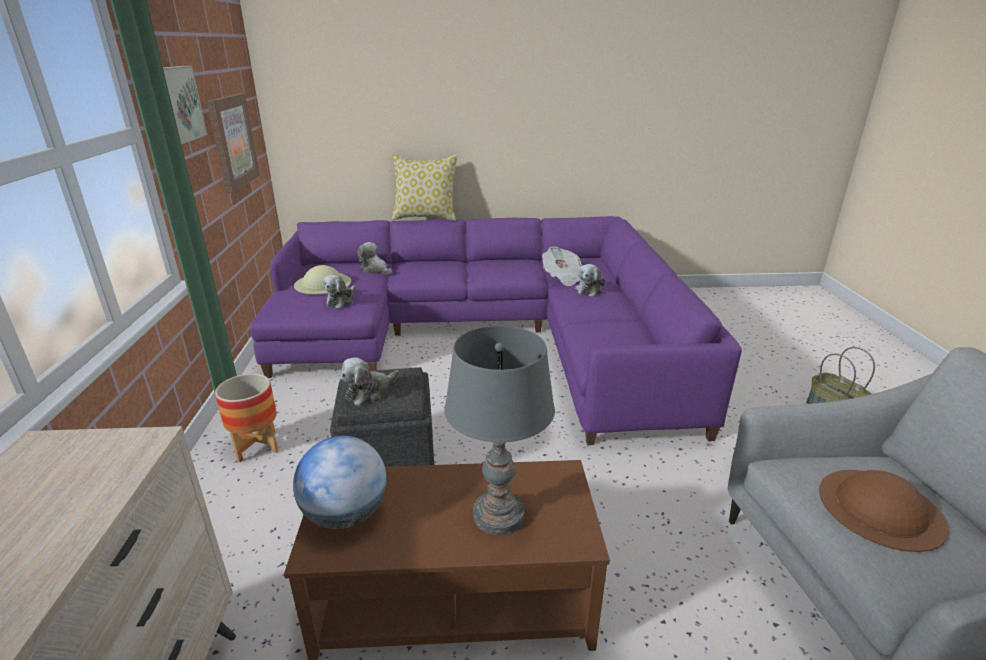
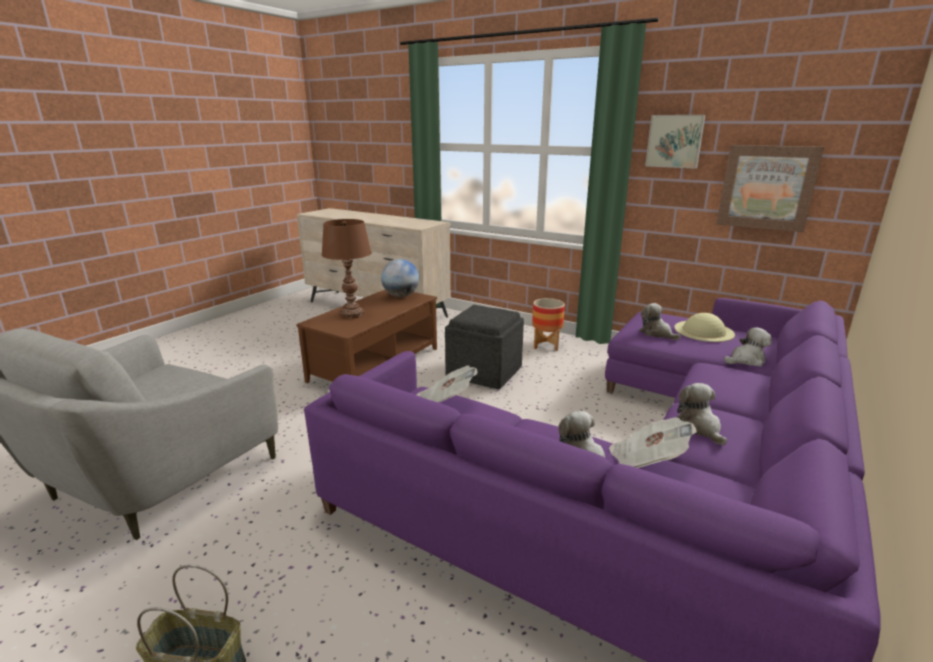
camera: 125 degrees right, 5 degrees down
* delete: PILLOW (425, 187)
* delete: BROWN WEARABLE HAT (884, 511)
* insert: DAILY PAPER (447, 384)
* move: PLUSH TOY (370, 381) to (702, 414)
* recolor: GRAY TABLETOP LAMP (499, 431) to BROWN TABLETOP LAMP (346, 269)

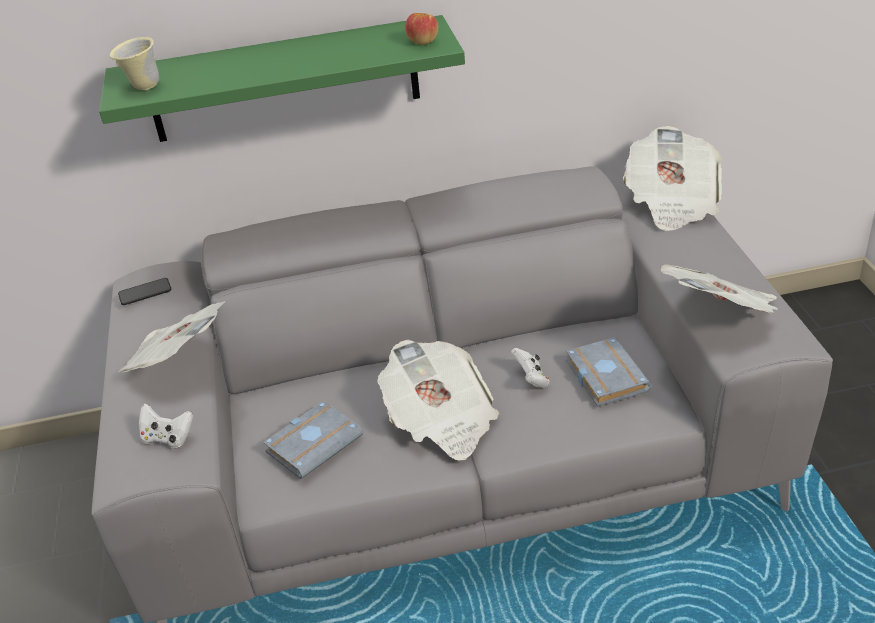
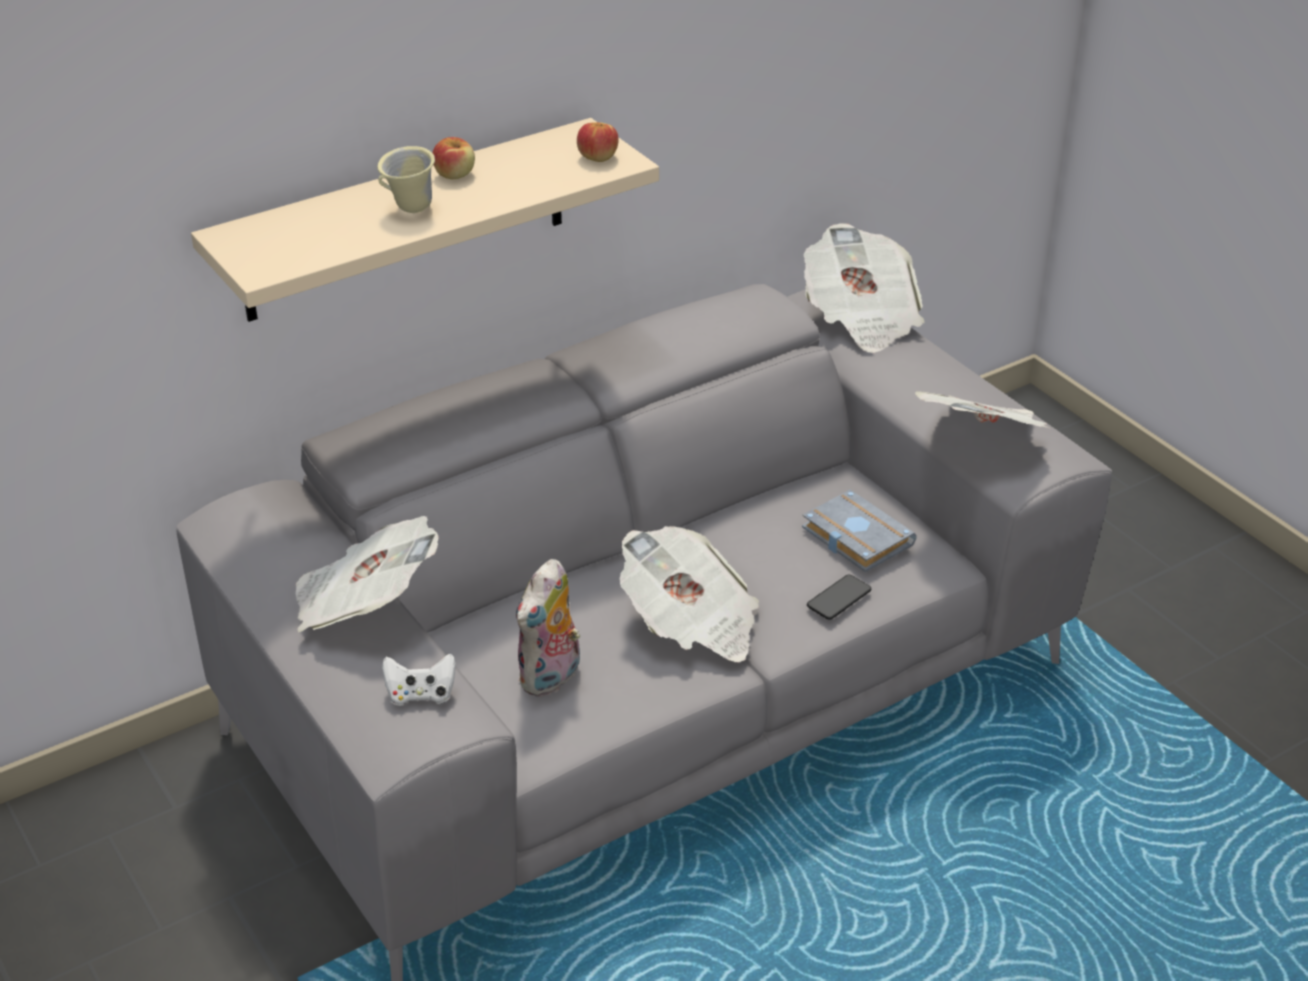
camera: 25 degrees left, 0 degrees up
* delete: WHITE GAME CONTROLLER (530, 368)
* insert: APPLE FRUIT (453, 158)
* move: SAND-COLOURED MUG (134, 63) to (406, 179)
* move: TELEPHONE (144, 291) to (839, 597)
* replace: GRAY VOLUME (313, 440) to PLUSH TOY (548, 628)
* recolor: GREEN-COLOURED WALL SHELF (282, 78) to SAND-COLOURED WALL SHELF (425, 220)

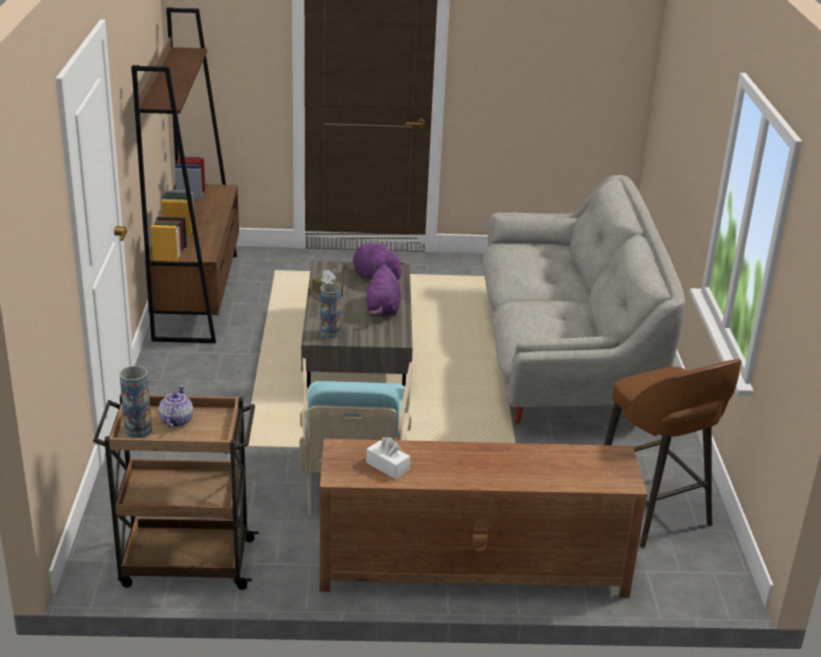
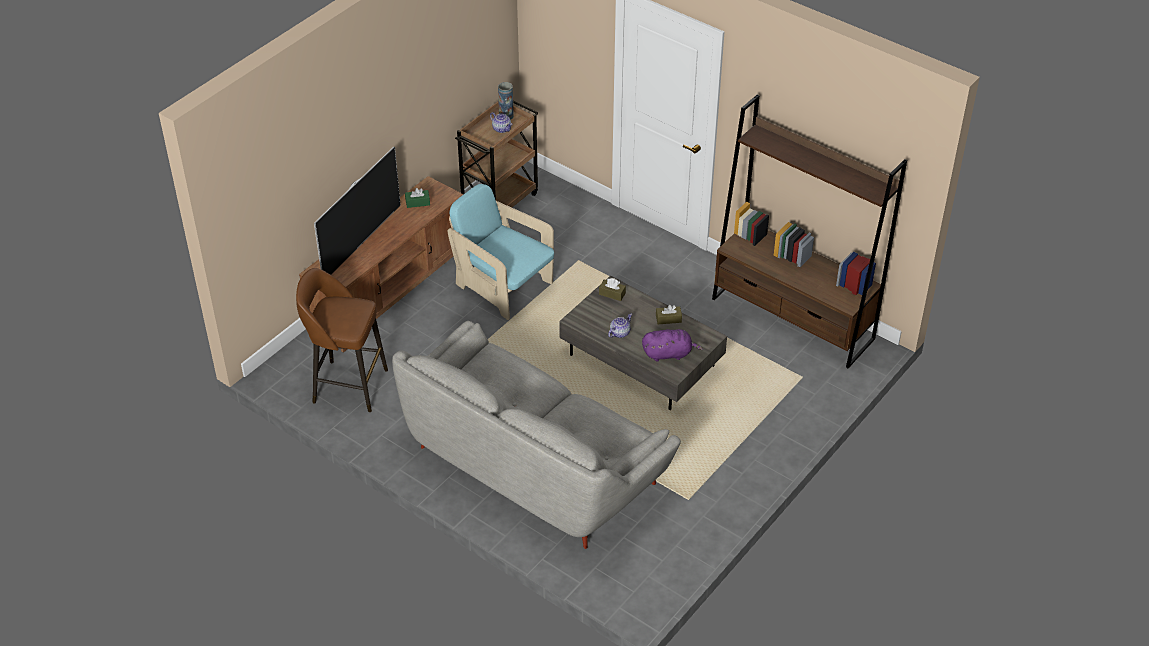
camera: 130 degrees right, 15 degrees up
* insert: TELEVISION (357, 211)
* replace: DECORATIVE VASE (330, 310) to BROWN TISSUE HOLDER (612, 289)
* replace: PURPLISH PLUSH TOY (383, 291) to POT FOR TEA (620, 326)
* recolor: WHITE TISSUE HOLDER (388, 458) to GREEN-COLOURED TISSUE HOLDER (417, 198)

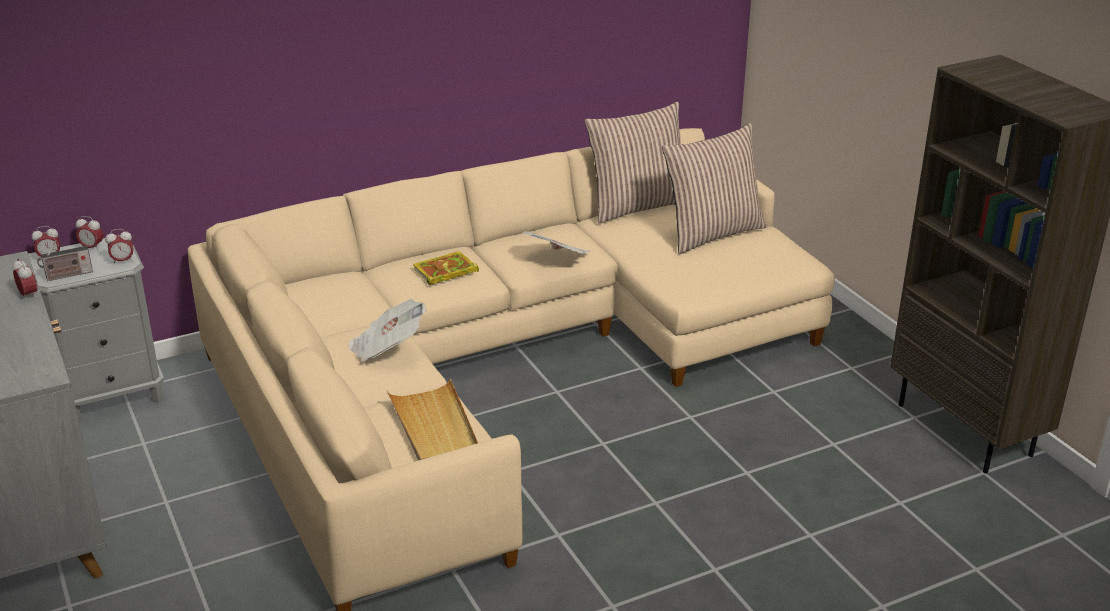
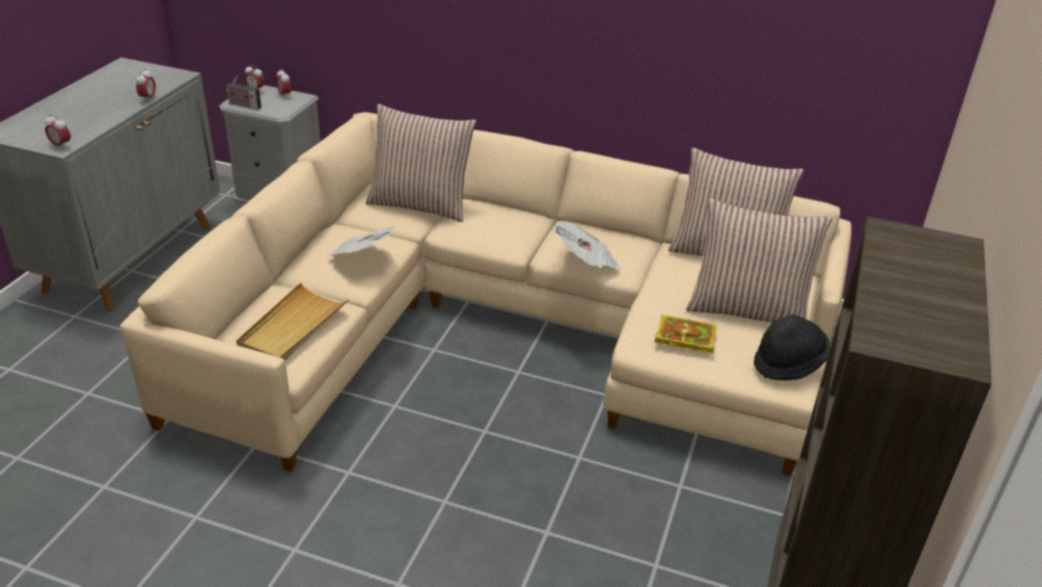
camera: 45 degrees right, 5 degrees up
* insert: PILLOW (421, 163)
* insert: BLACK WEARABLE HAT (792, 348)
* move: BEDSIDE CLOCK (119, 246) to (58, 131)
* move: VOLUME (446, 268) to (686, 334)

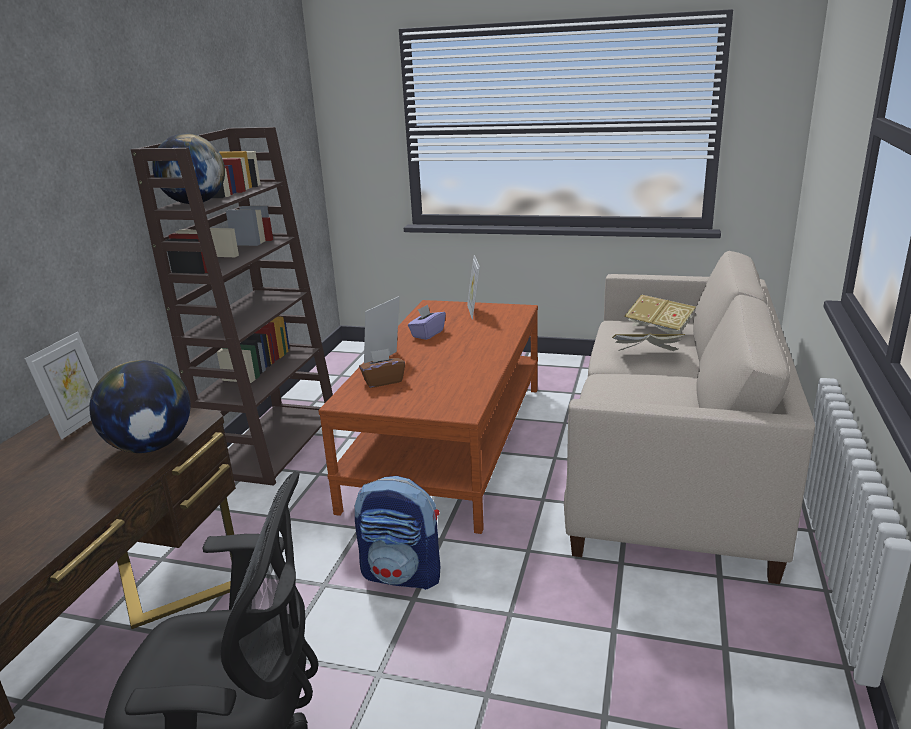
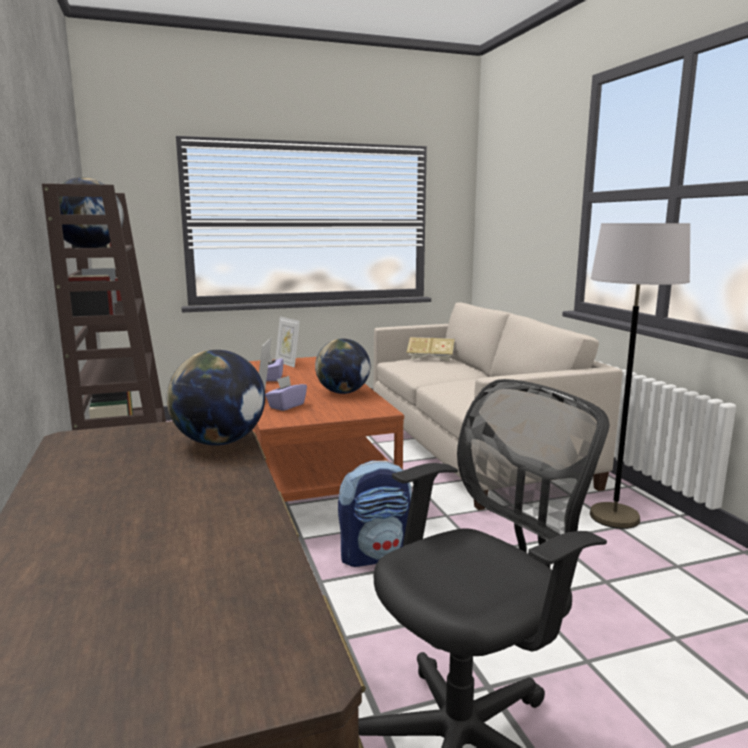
camera: 35 degrees left, 10 degrees down
* delete: PICTURE FRAME (62, 386)
* delete: VOLUME (648, 342)
* insert: DESK GLOBE (342, 366)
* insert: GRAY STANDARD LAMP (640, 376)
* recolor: BROWN TISSUE HOLDER (382, 368) to PURPLISH TISSUE HOLDER (286, 393)

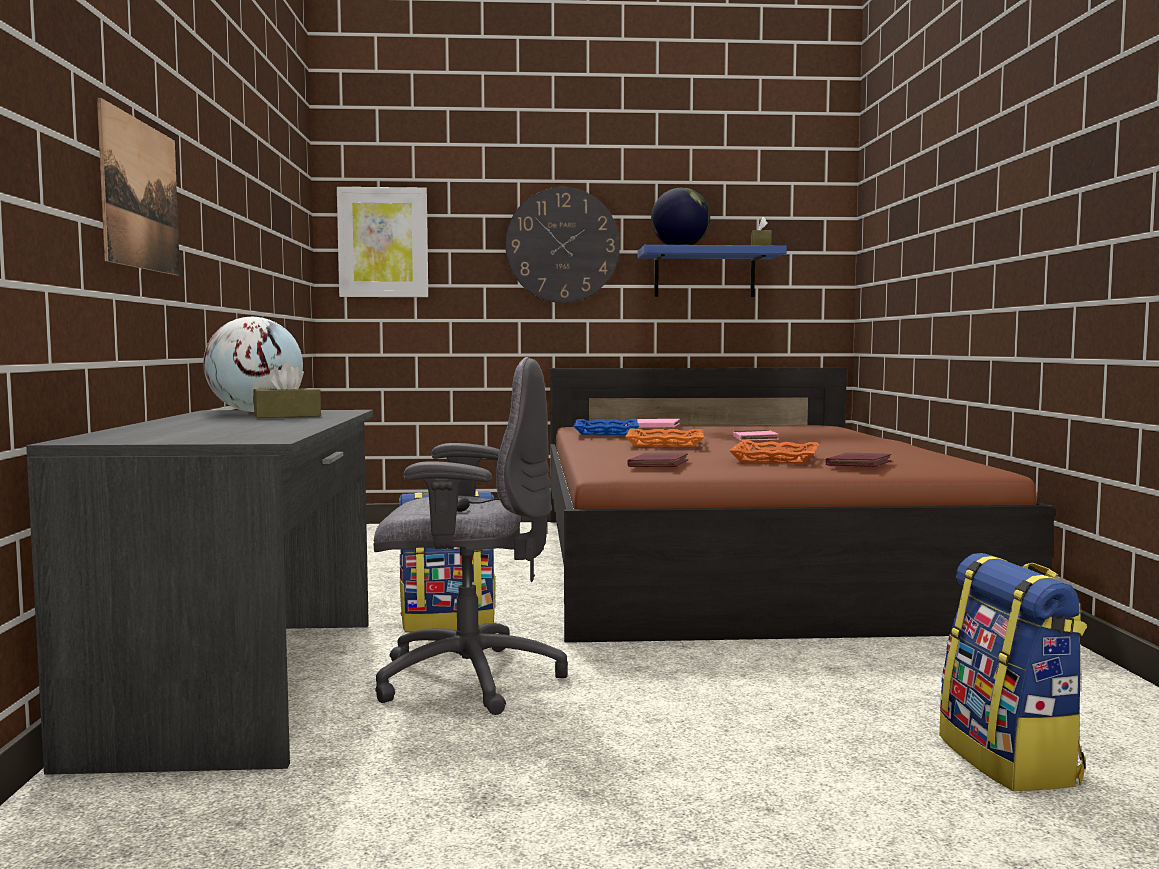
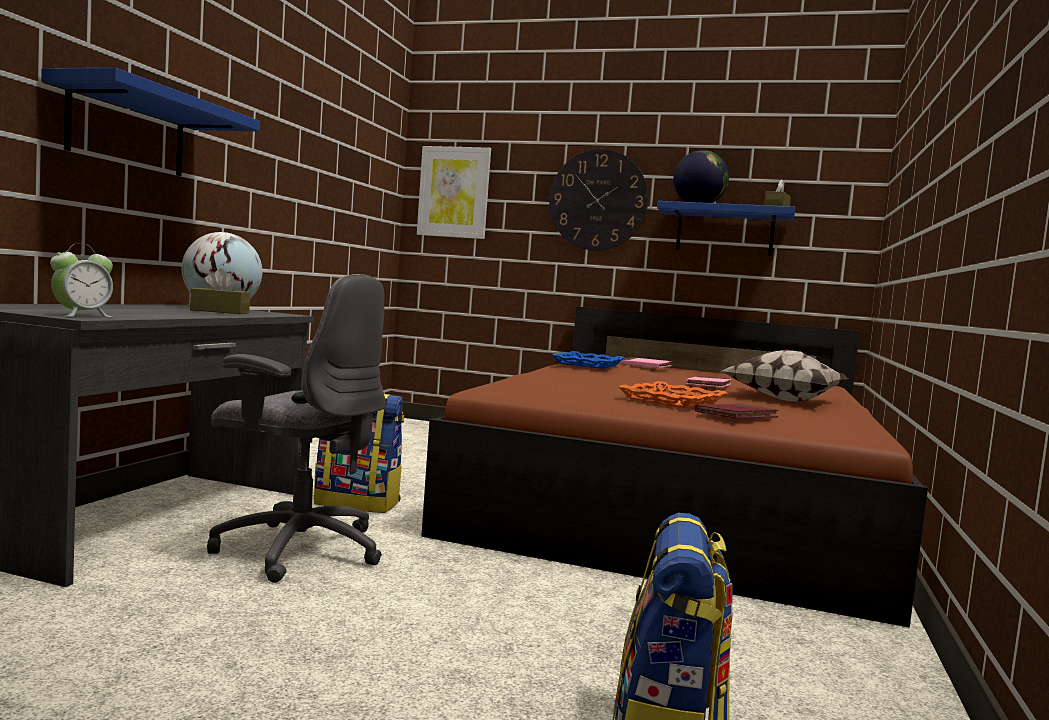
camera: 20 degrees right, 0 degrees up
* delete: ORANGE SERVING TRAY (664, 438)
* delete: RED-COLOURED VOLUME (657, 460)
* insert: BEDSIDE CLOCK (81, 280)
* insert: PILLOW (784, 376)
* replace: WALL ART (138, 187) to BLUE-COLOURED WALL SHELF (150, 122)

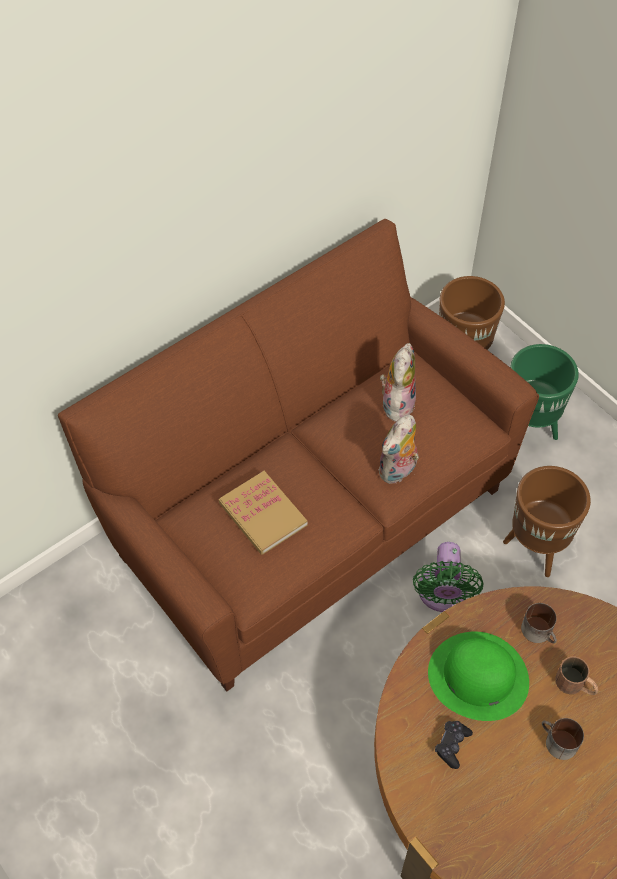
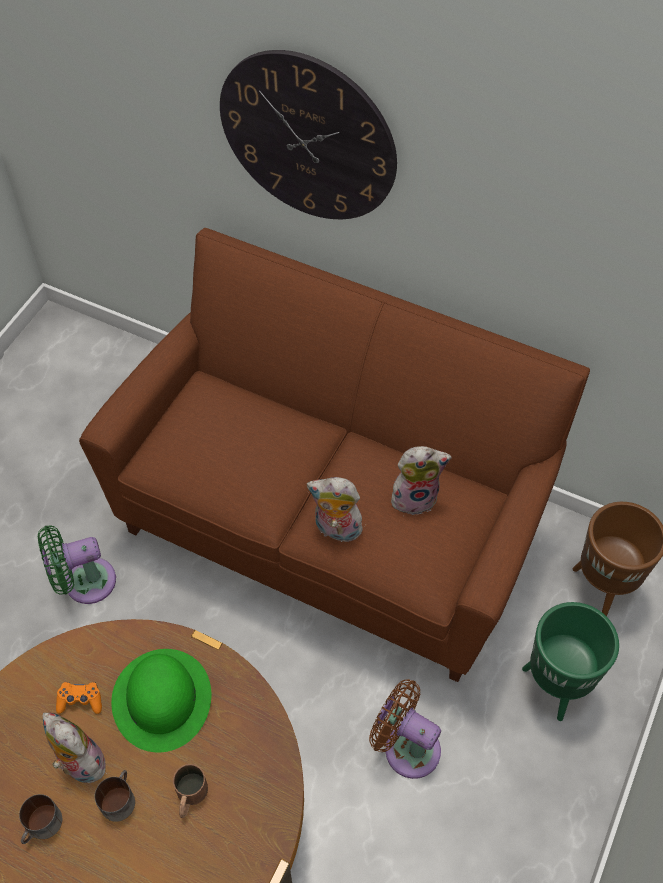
camera: 65 degrees right, 0 degrees up
* delete: VOLUME (263, 513)
* insert: PLUSH TOY (75, 748)
* insert: WALL CLOCK (308, 134)
* move: GREEN-COLOURED ELECTRIC FAN (448, 577) to (77, 564)
* move: MUG (539, 623) to (40, 819)
* replace: BROWN FLOWER POT (547, 521) to BROWN ELECTRIC FAN (405, 729)
* recolor: BLACK GAME CONTROLLER (454, 745) to ORANGE GAME CONTROLLER (79, 698)

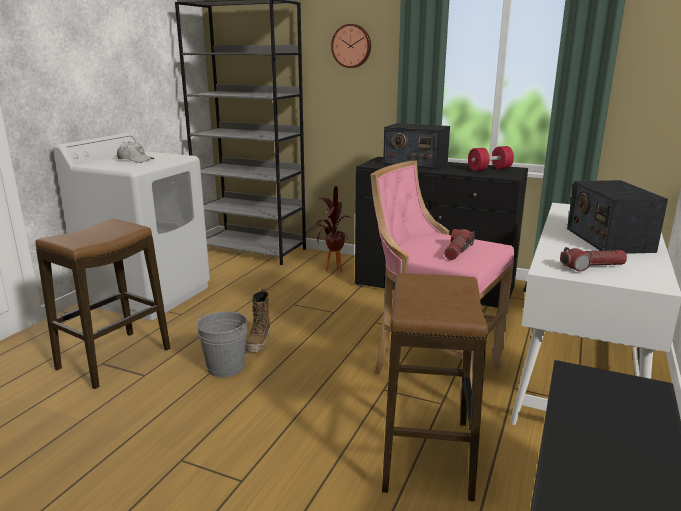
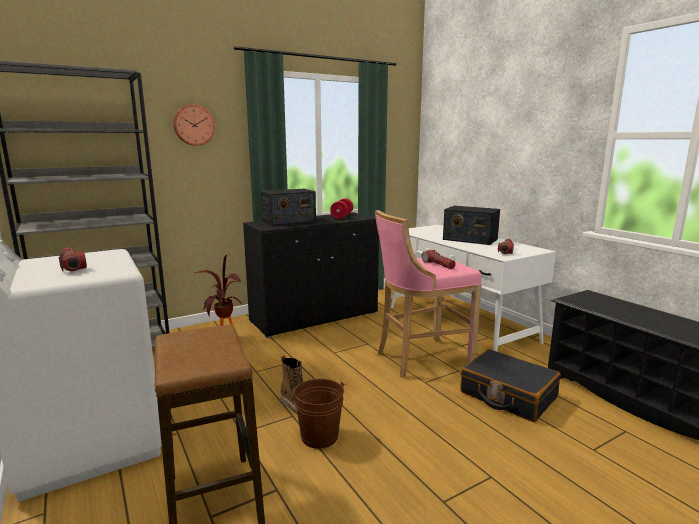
camera: 55 degrees left, 5 degrees down
* replace: WHITE PEAKED CAP (135, 152) to HAND TORCH (73, 259)
* replace: STOOL SEAT (435, 387) to BLACK PIECE OF LUGGAGE (510, 385)
* recolor: GRAY PAIL (221, 344) to BROWN PAIL (319, 414)

